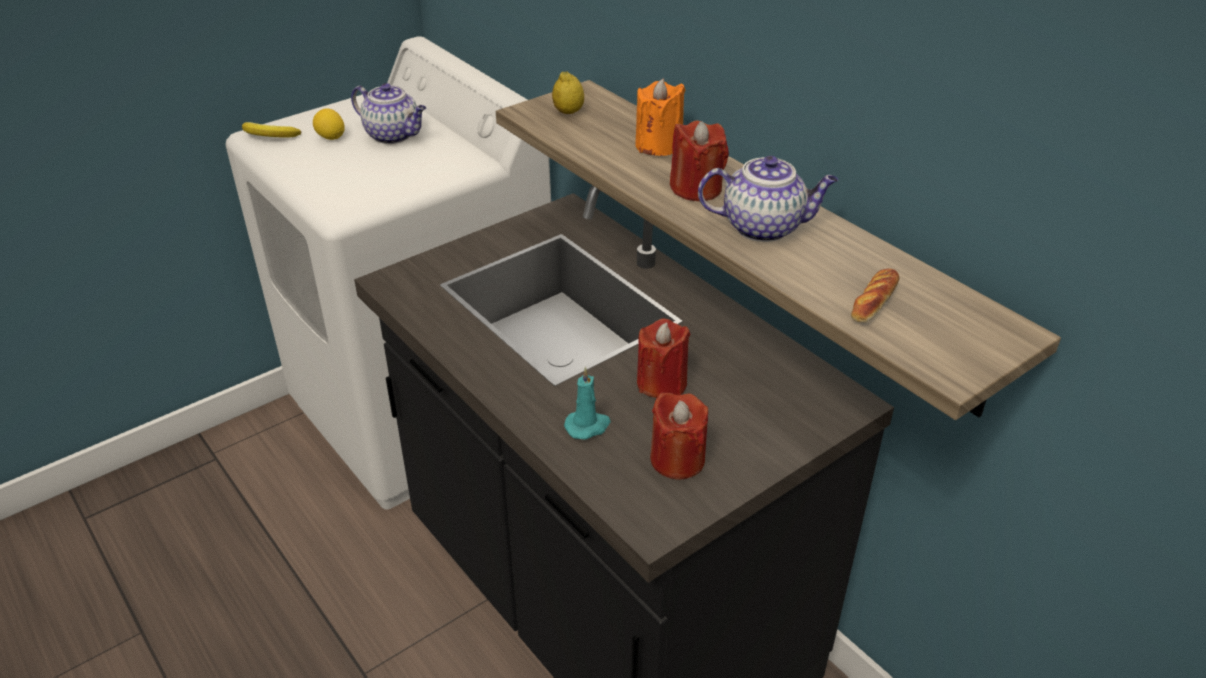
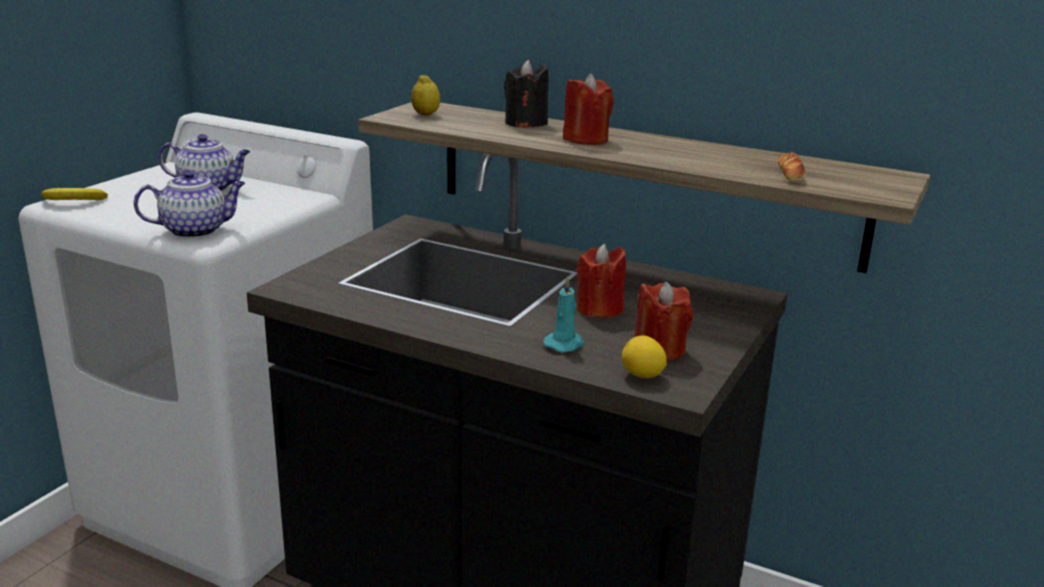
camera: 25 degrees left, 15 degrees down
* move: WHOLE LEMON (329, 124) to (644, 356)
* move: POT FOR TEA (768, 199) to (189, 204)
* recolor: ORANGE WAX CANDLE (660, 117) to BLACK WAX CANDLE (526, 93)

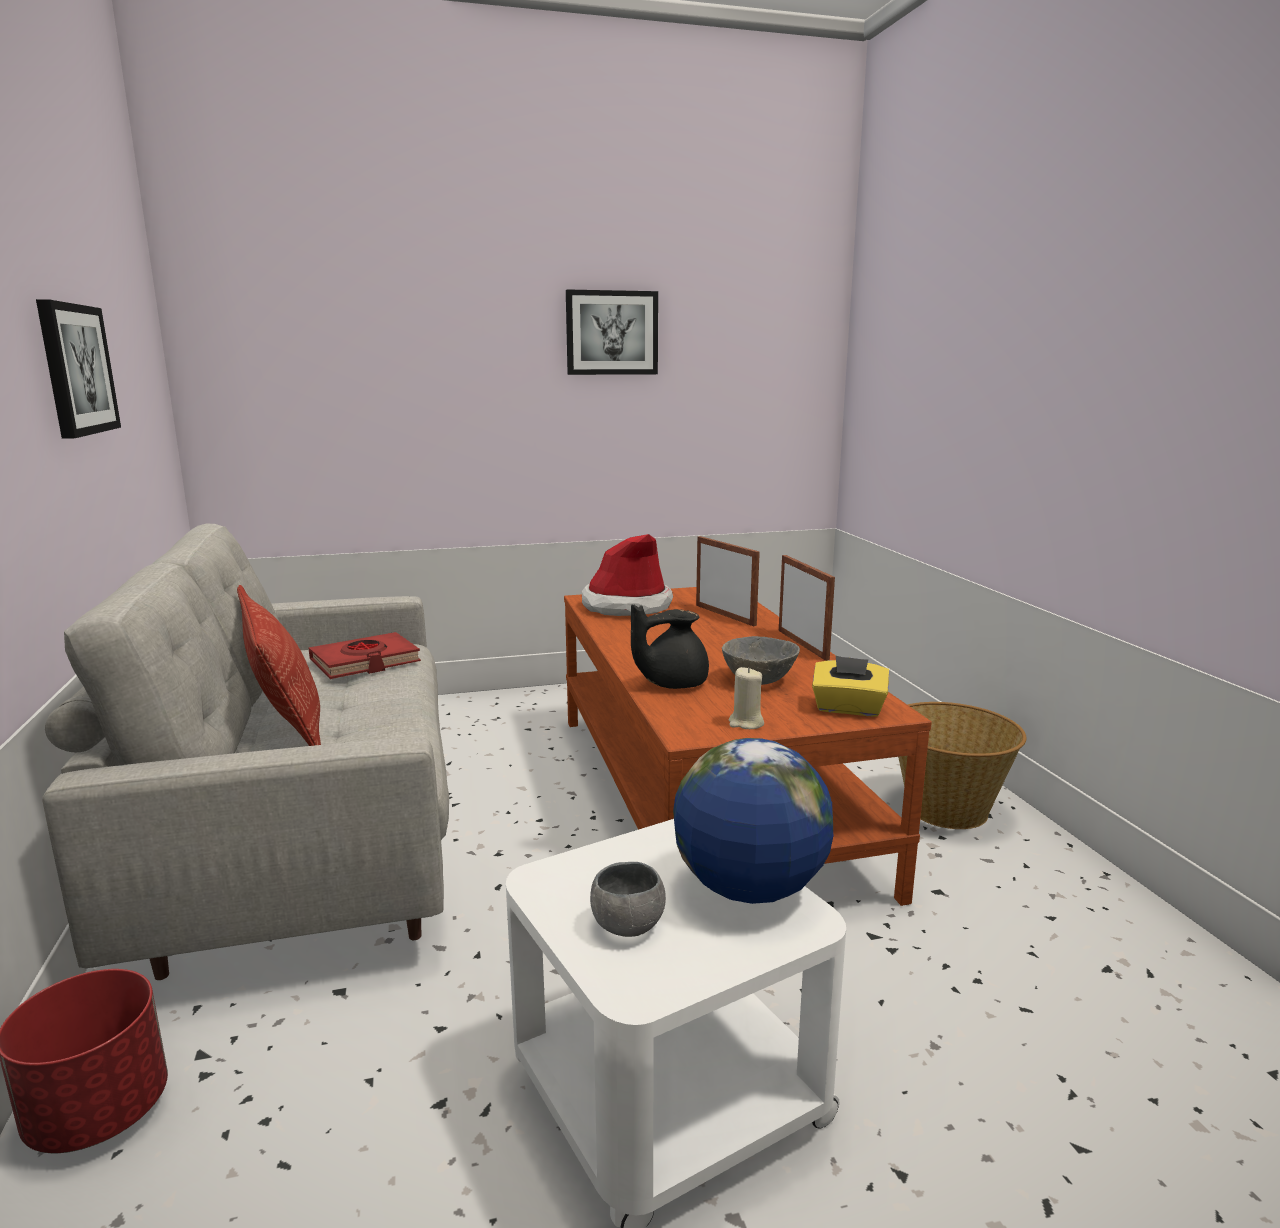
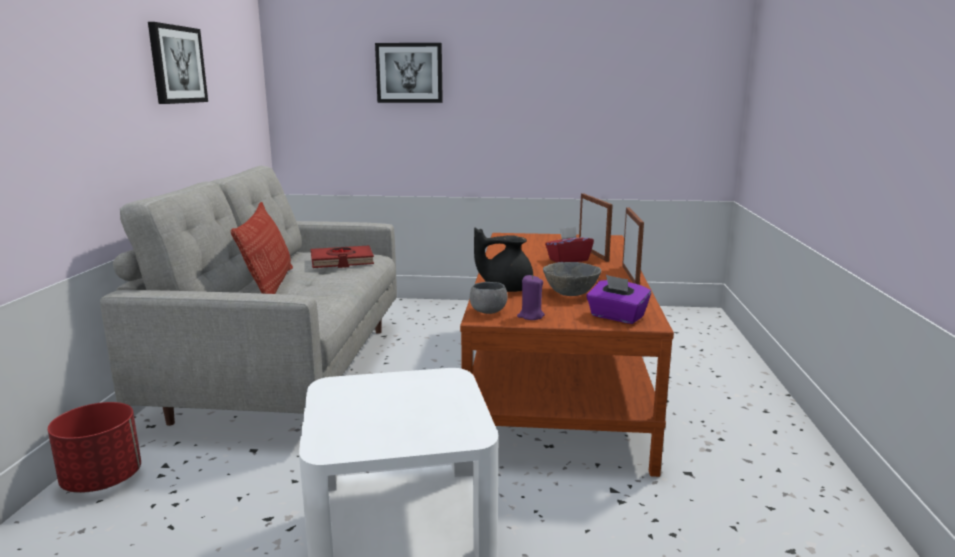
camera: 20 degrees right, 0 degrees up
* delete: WEARABLE HAT (627, 575)
* delete: DESK GLOBE (753, 821)
* delete: BASKET (962, 765)
* insert: RED-COLOURED TISSUE HOLDER (569, 245)
* move: WALL ART (612, 332) to (409, 73)
* move: GRAY SERVING BOWL (628, 899) to (489, 298)
* recolor: SAND-COLOURED WAX CANDLE (746, 698) to PURPLISH WAX CANDLE (531, 297)
* recolor: YELLOWISH TISSUE HOLDER (850, 686) to PURPLISH TISSUE HOLDER (618, 299)

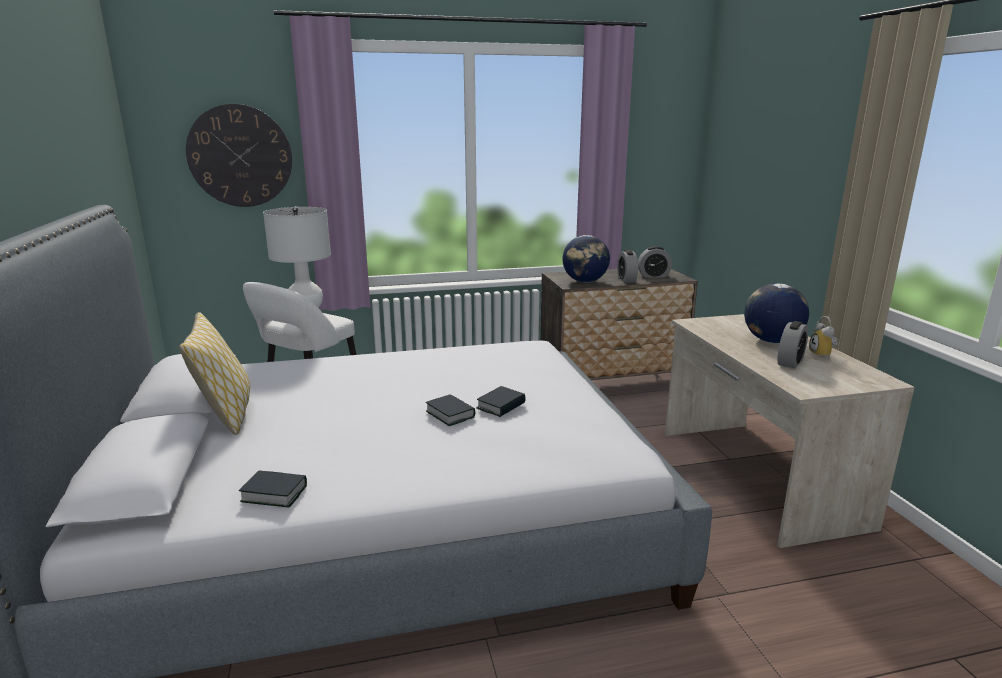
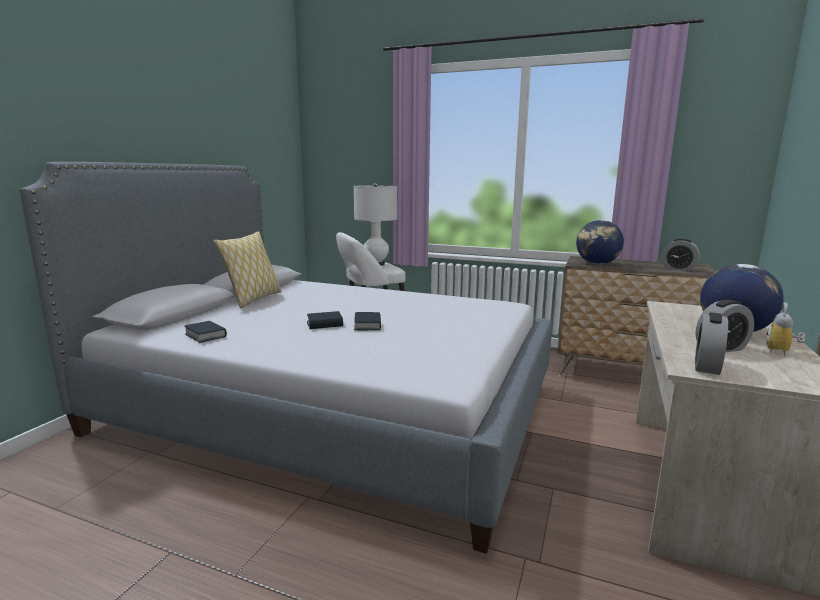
camera: 35 degrees right, 5 degrees down
* delete: WALL CLOCK (239, 155)
* move: VOLUME (501, 401) to (325, 320)
* move: BEDSIDE CLOCK (627, 266) to (711, 343)

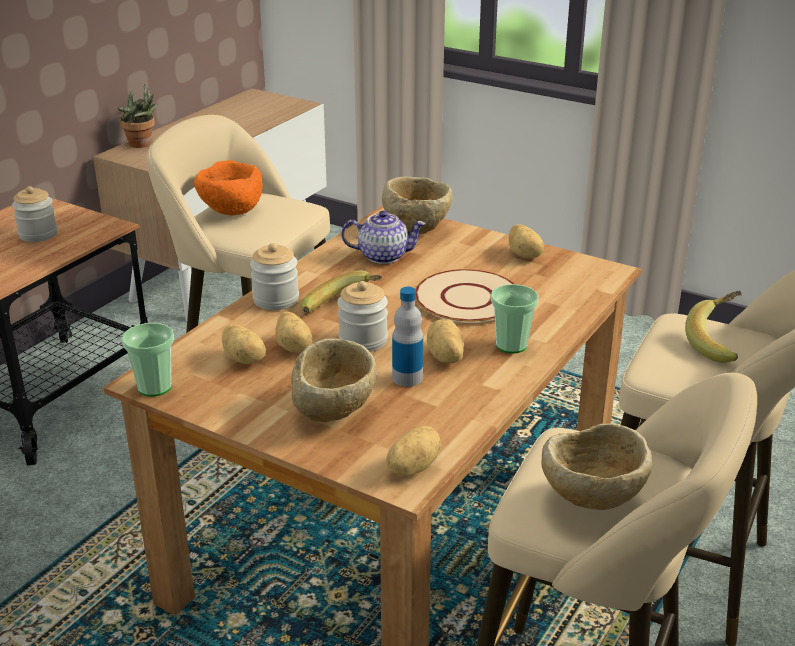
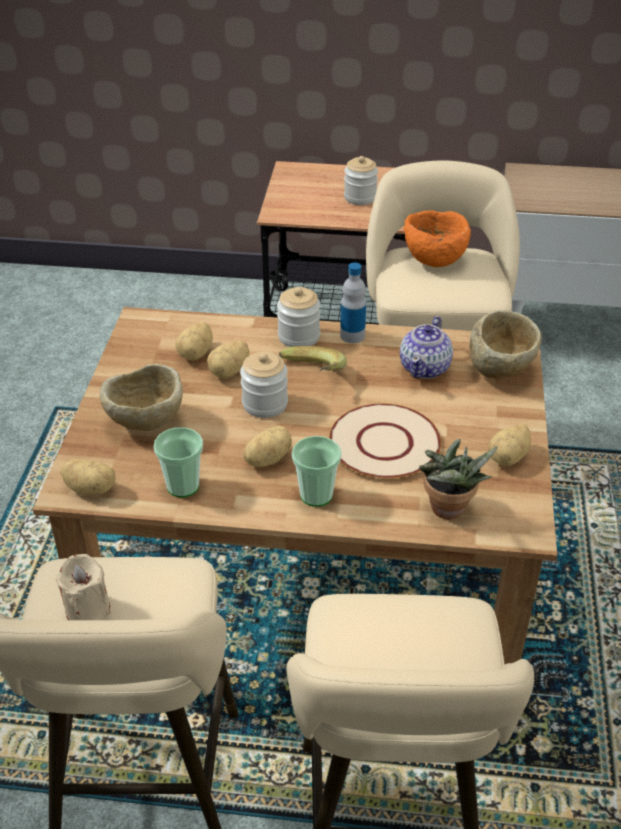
camera: 65 degrees right, 10 degrees up
* delete: WHOLE BANANA (713, 327)
* move: PLANT IN A POT (138, 116) to (458, 479)
* move: DRINKING CUP (148, 360) to (178, 462)
* move: BOTTLE (407, 337) to (353, 303)
* replace: SAND-COLOURED SERVING BOWL (597, 466) to SAND-COLOURED WAX CANDLE (83, 587)
* rotate: POT FOR TEA (383, 237) = (426, 347) 45 degrees clockwise

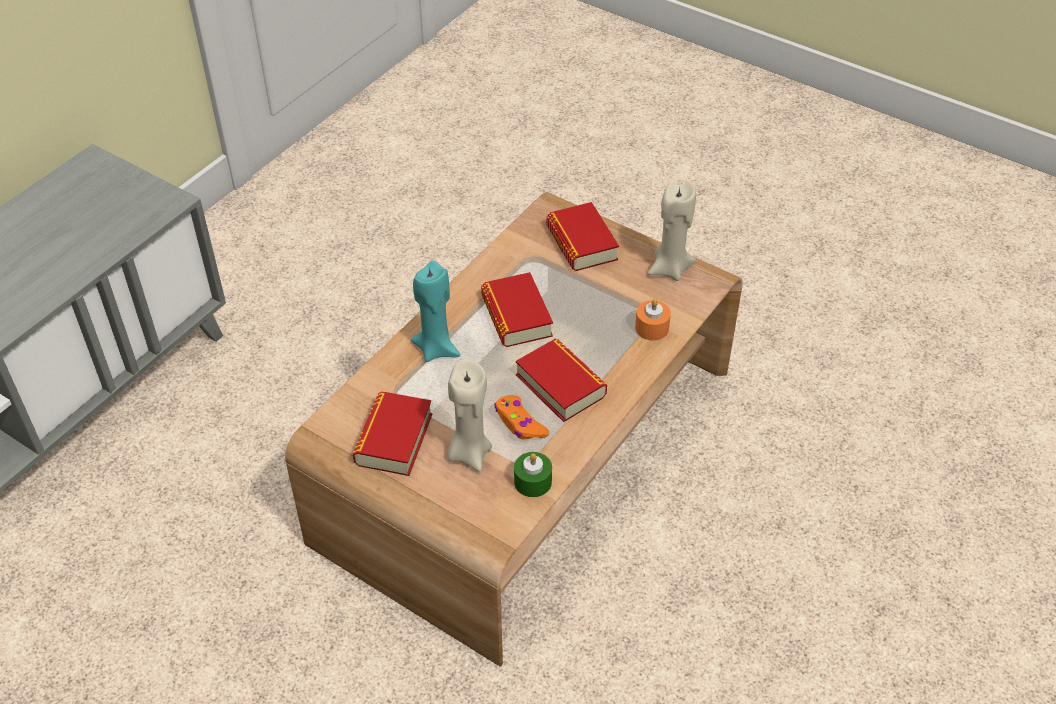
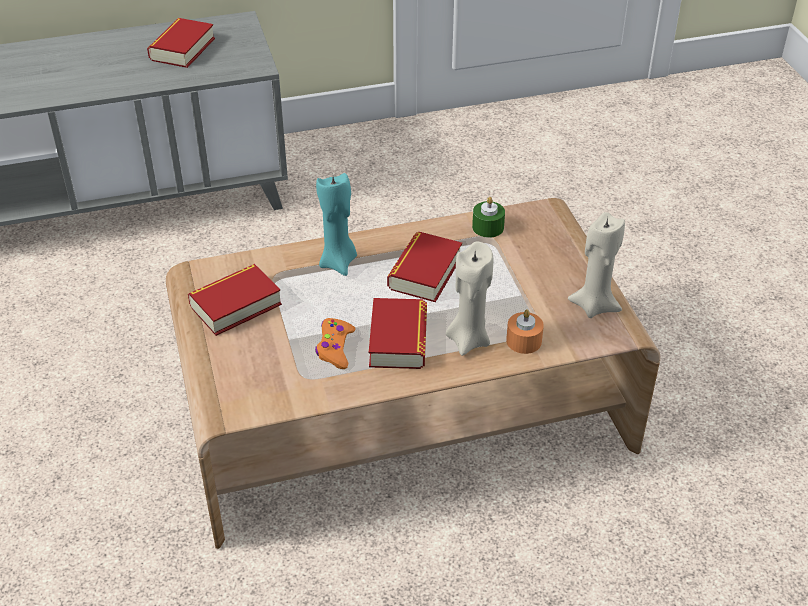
camera: 40 degrees right, 5 degrees down
* move: SAND-COLOURED WAX CANDLE (470, 416) to (469, 299)
* move: GREEN-COLOURED WAX CANDLE (533, 474) to (488, 217)
* move: VOLUME (583, 236) to (181, 43)

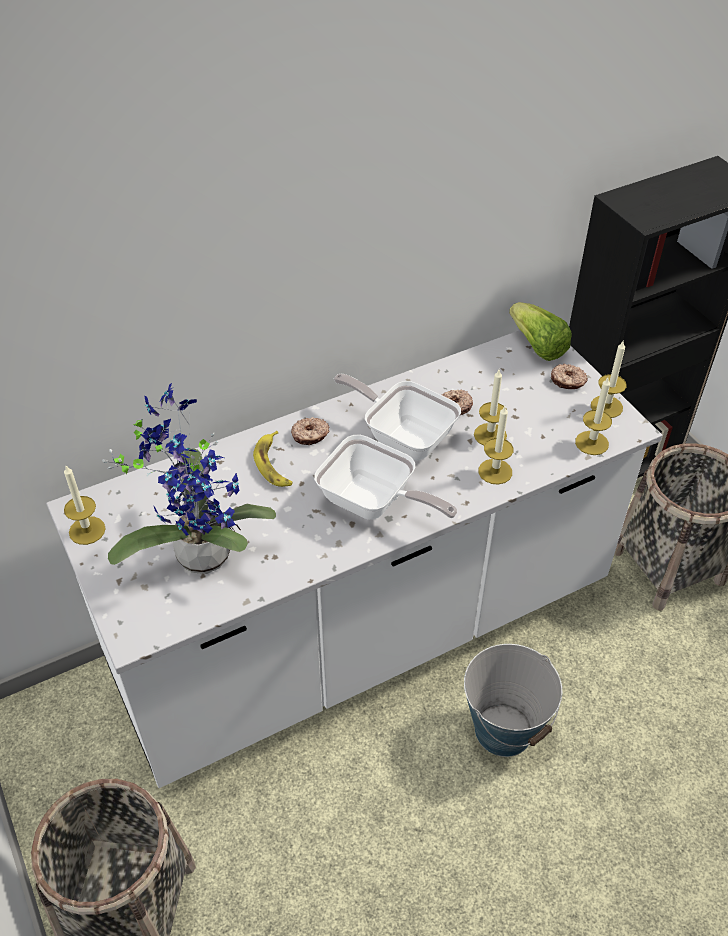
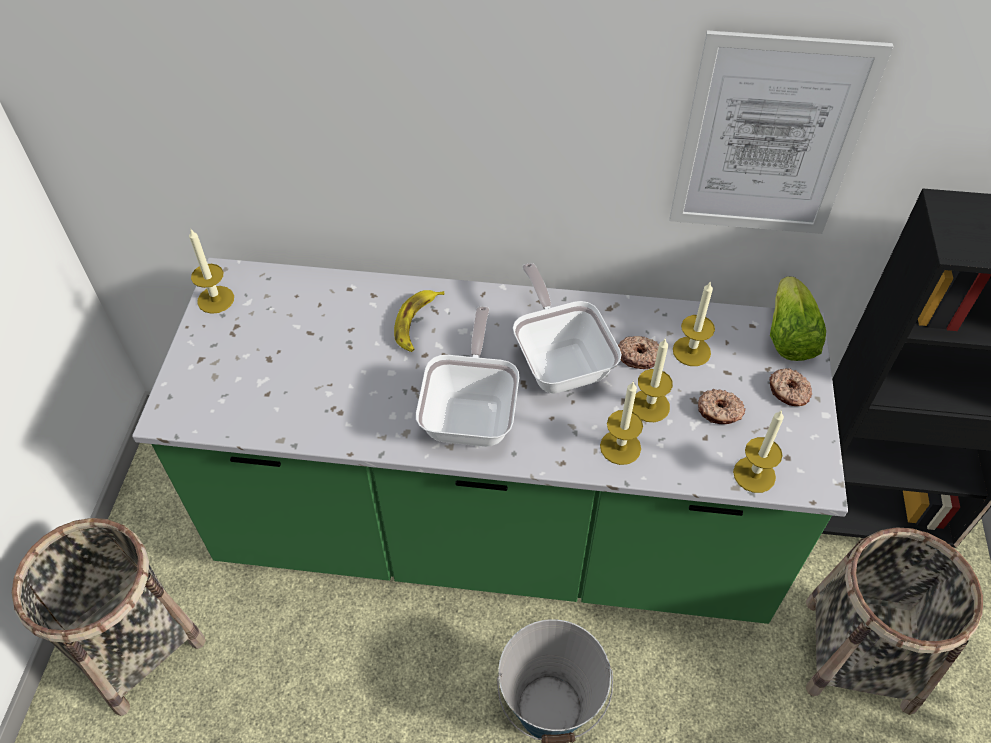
camera: 35 degrees right, 5 degrees up
* delete: PLANT IN A POT (189, 478)
* insert: WALL ART (782, 132)
* move: RING DOUGHNUT (310, 431) to (721, 406)
* move: WAX CANDLE (609, 379) to (694, 323)
* recolor: WHITE COUNTER (354, 559) to GREEN-COLOURED COUNTER (490, 441)
* rotate: SKILLET (385, 477) = (467, 376) 150 degrees counterclockwise

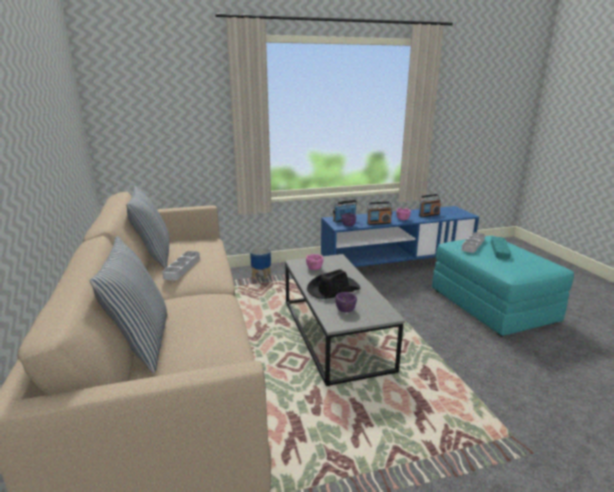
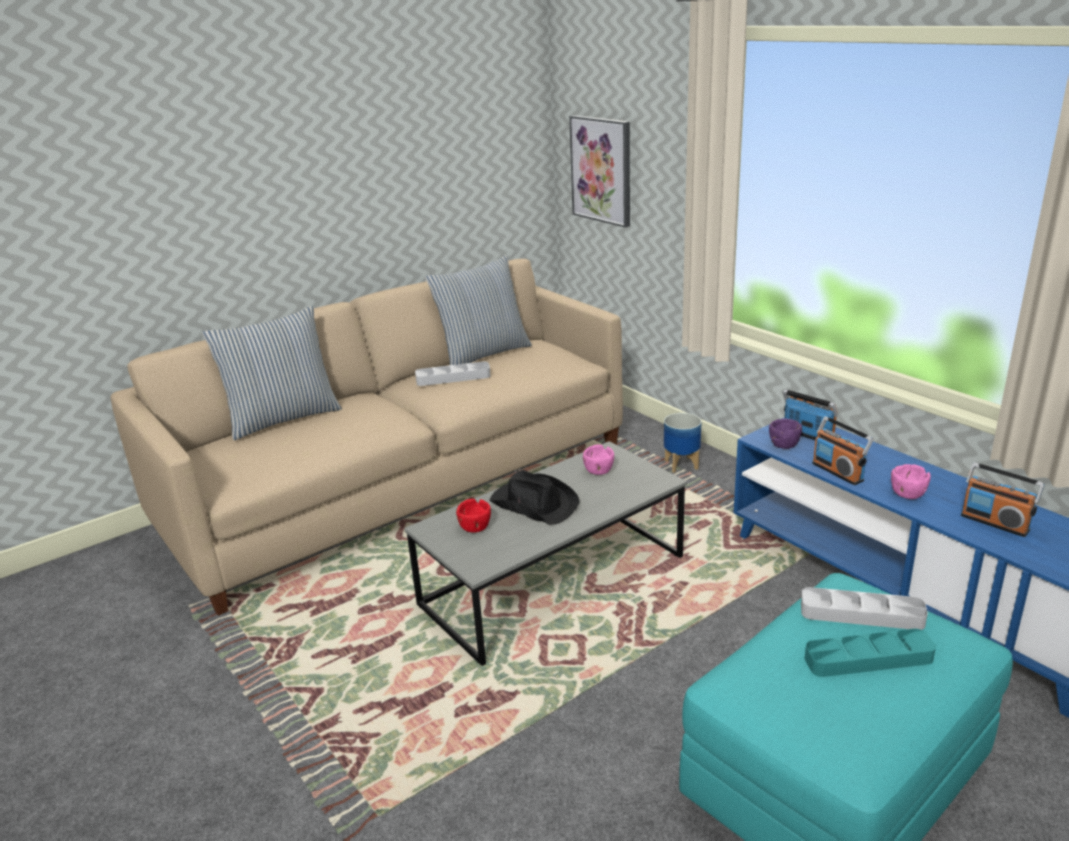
camera: 70 degrees right, 5 degrees up
* insert: WALL ART (599, 171)
* recolor: PURPLISH SERVING BOWL (346, 302) to RED-COLOURED SERVING BOWL (473, 516)

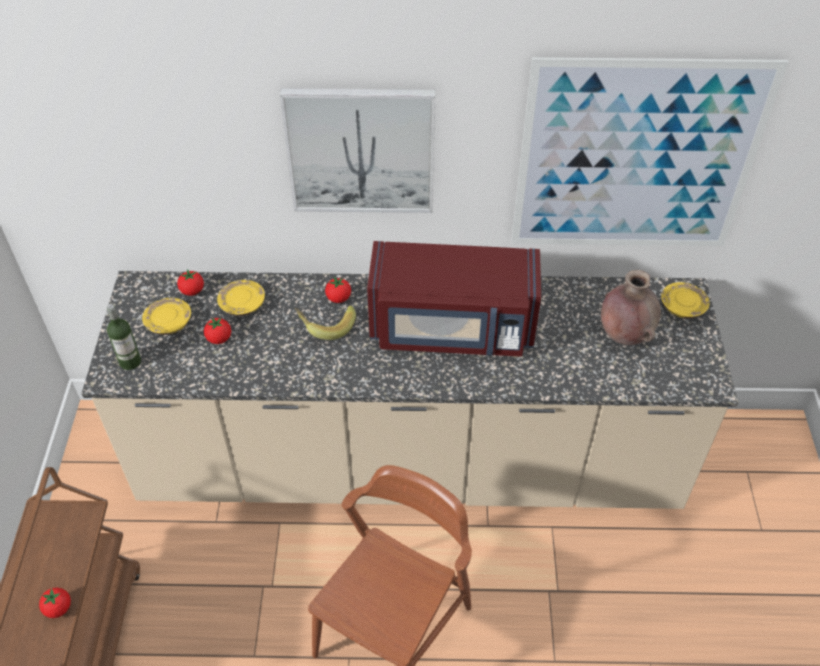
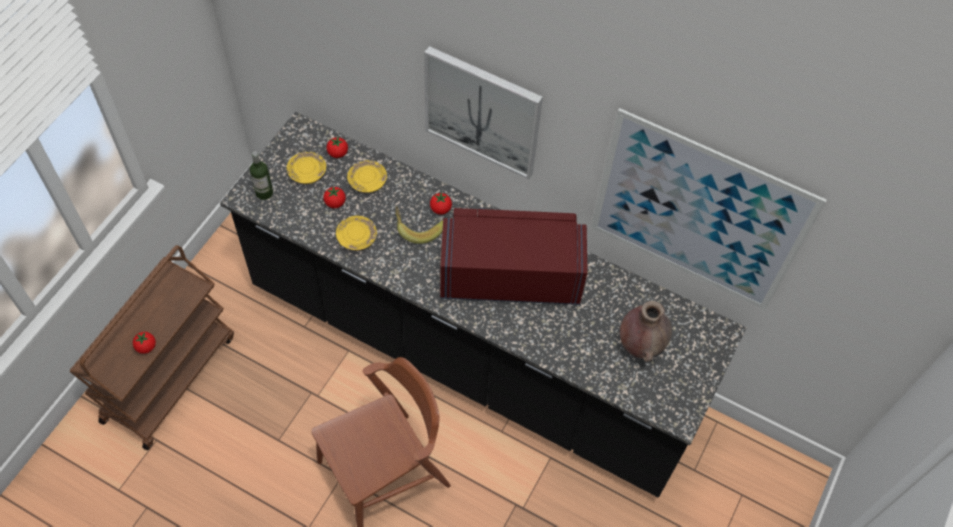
camera: 25 degrees right, 10 degrees up
* move: YELLOWISH PLATE (685, 300) to (356, 233)
* recolor: SAND-COLOURED COUNTER (409, 390) to BLACK COUNTER (483, 305)
* rotate: RED-COLOURED MICROWAVE (454, 299) = (514, 256) 150 degrees clockwise

